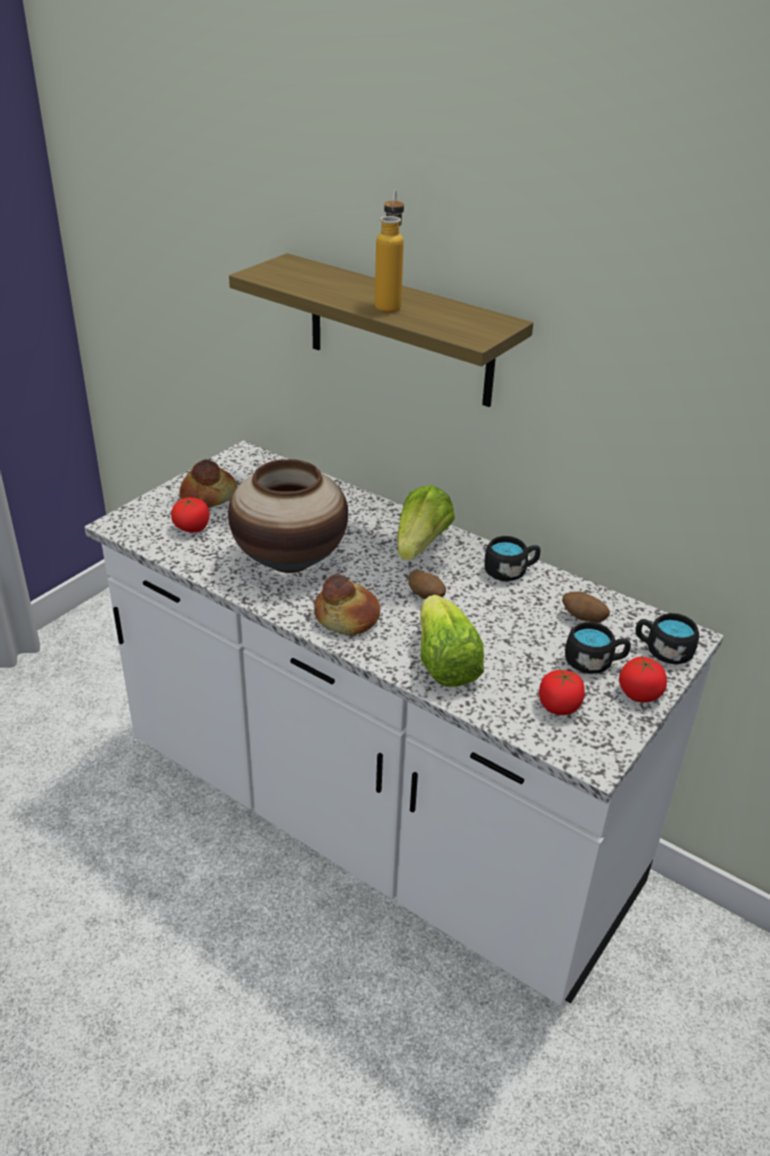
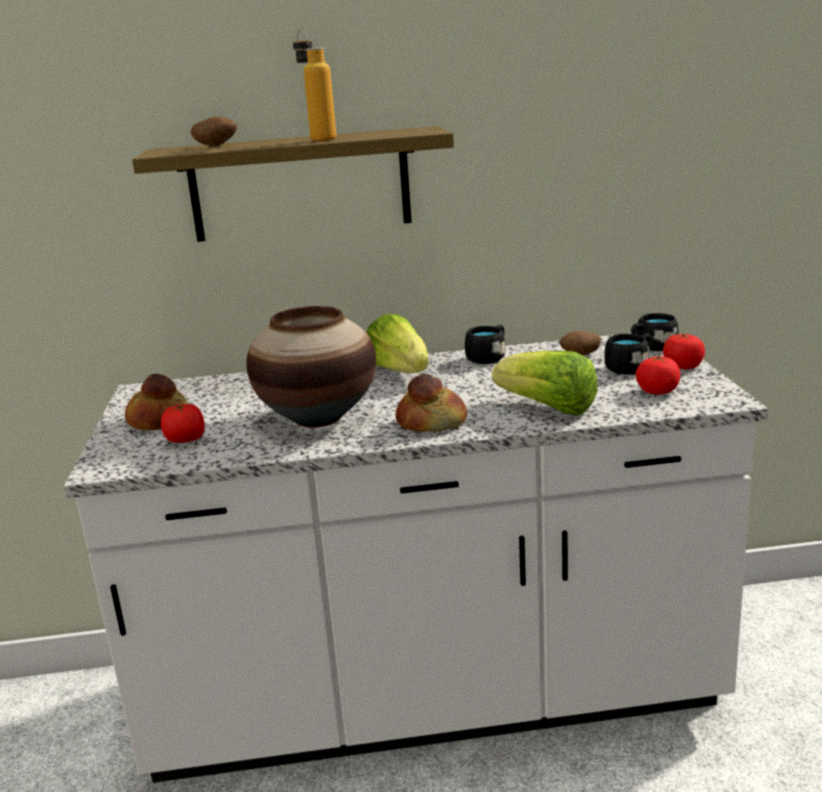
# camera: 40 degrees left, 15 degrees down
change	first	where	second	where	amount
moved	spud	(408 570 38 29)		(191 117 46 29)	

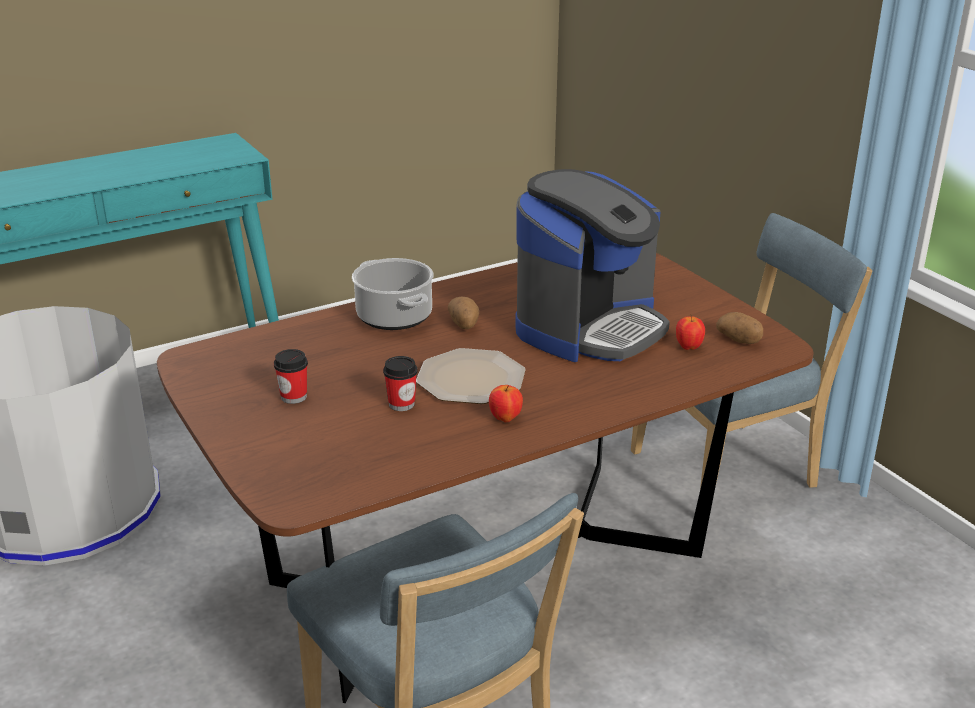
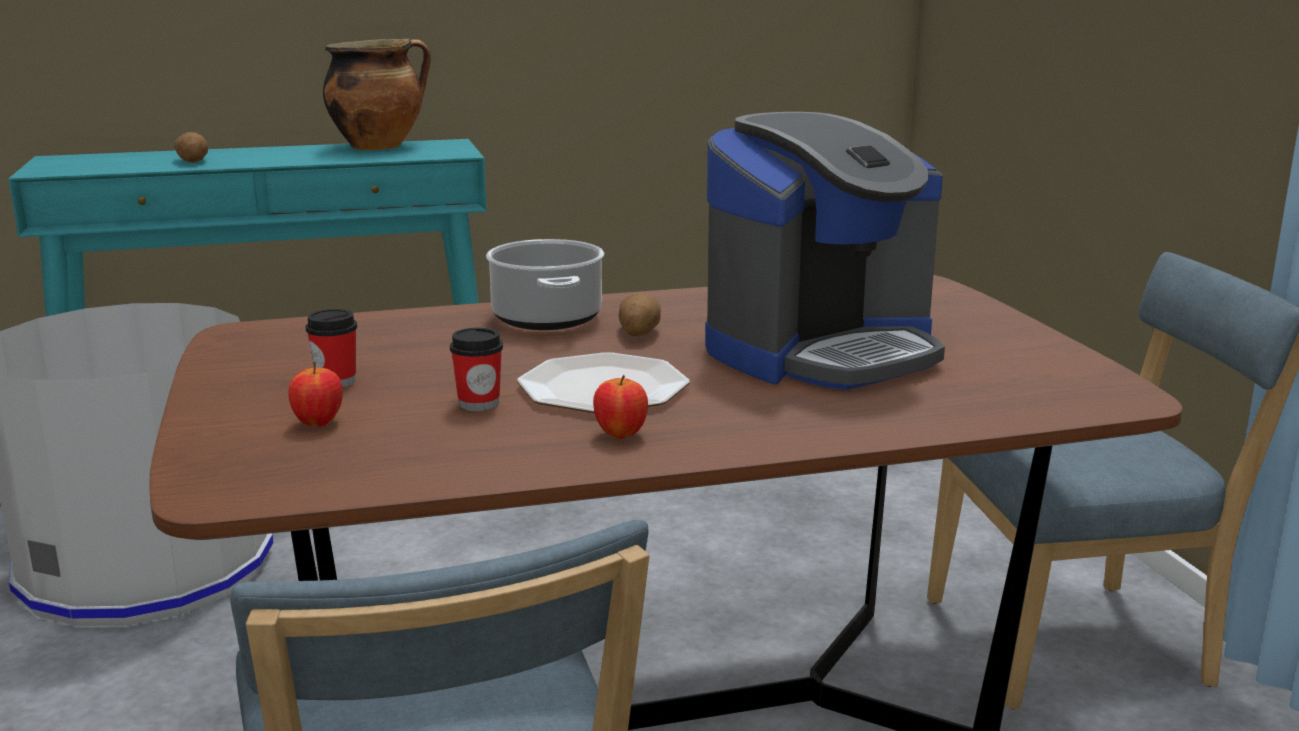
# camera: 15 degrees right, 10 degrees down
change	first	where	second	where	amount
moved	apple fruit	(676 314 29 36)		(288 362 55 65)	
moved	spud	(716 312 47 32)		(174 132 34 31)	
added			cooking pot	(323 39 108 111)	

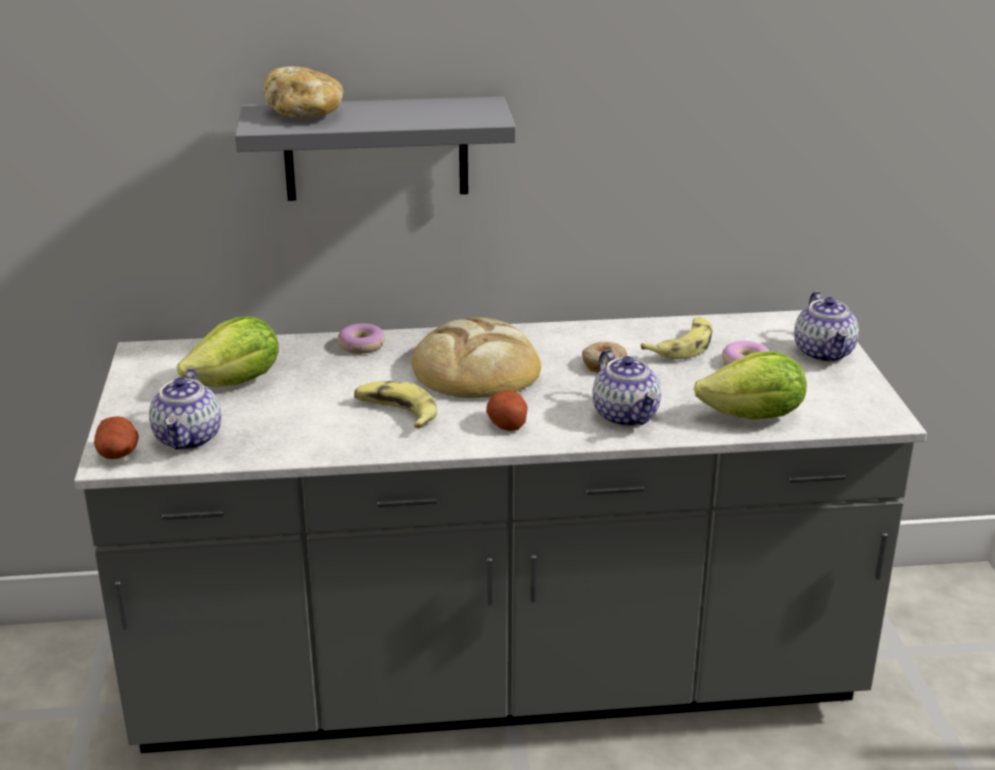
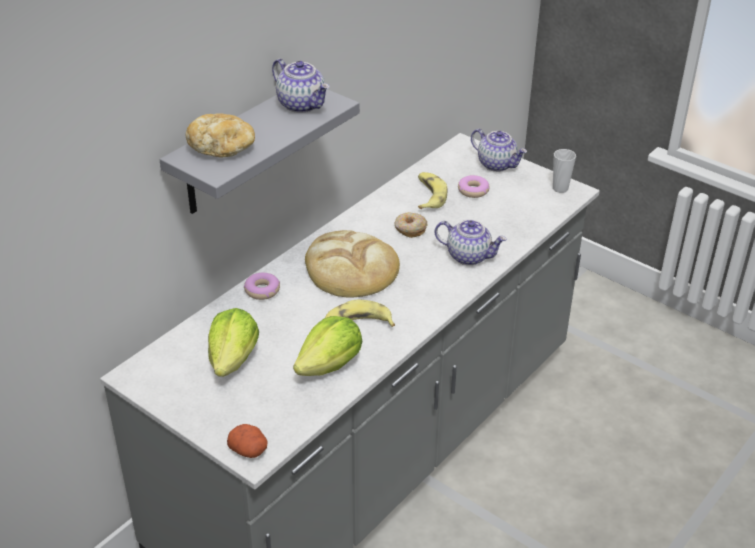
# camera: 45 degrees left, 10 degrees up
change	first	where	second	where	amount
moved	tea pot	(149 368 72 82)		(272 59 57 54)	
removed	spud	(486 390 42 41)			
moved	lettuce	(694 351 113 68)		(293 316 69 60)	
added			cup	(553 149 23 44)	

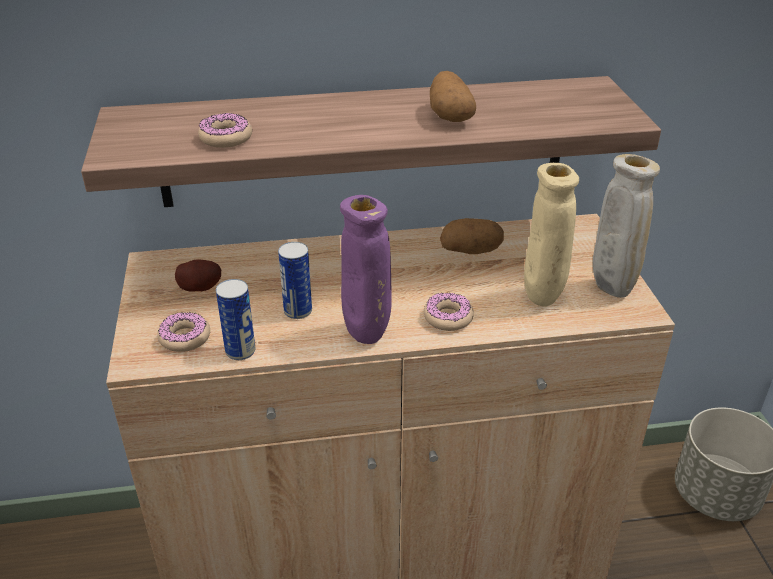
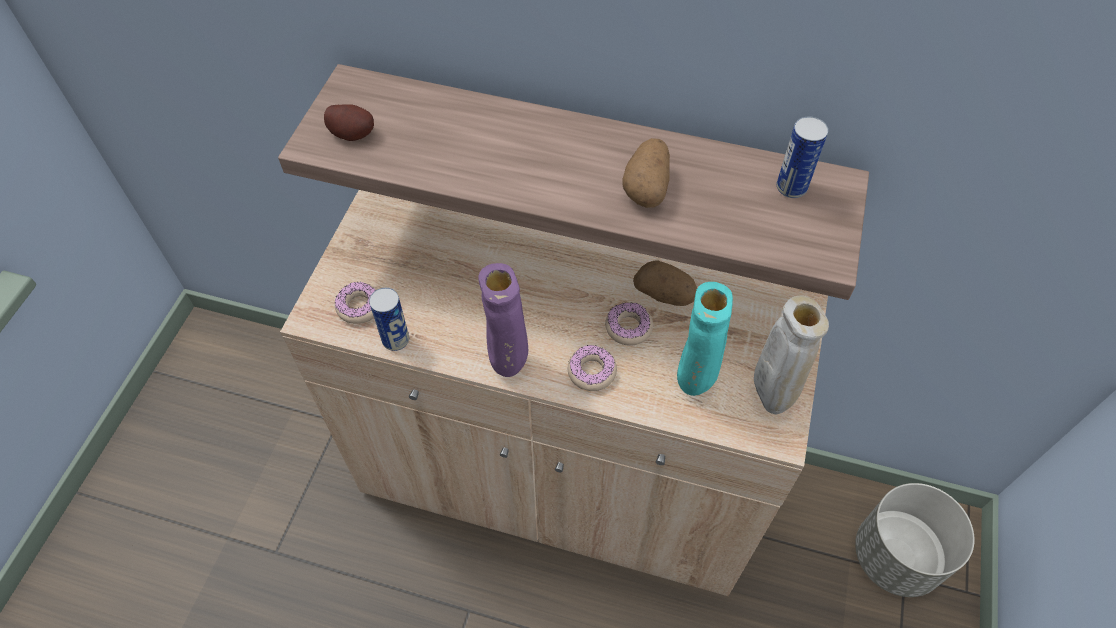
# camera: 25 degrees right, 20 degrees up
change	first	where	second	where	amount
moved	spud	(175 260 46 31)		(324 104 50 37)	
moved	ring doughnut	(198 113 54 35)		(605 302 48 44)	
moved	metal can	(278 242 34 77)		(777 117 51 81)	
recoloured	vase (beige)	(524 163 55 144)	vase (turquoise-coloured)	(677 282 56 114)	

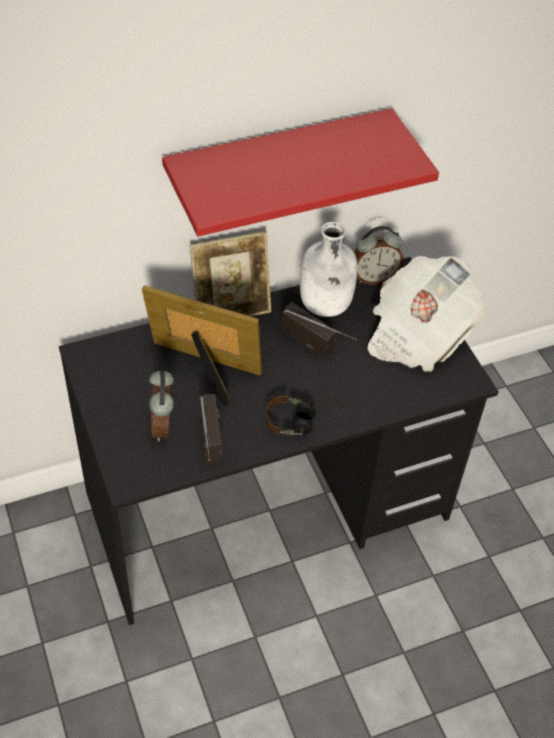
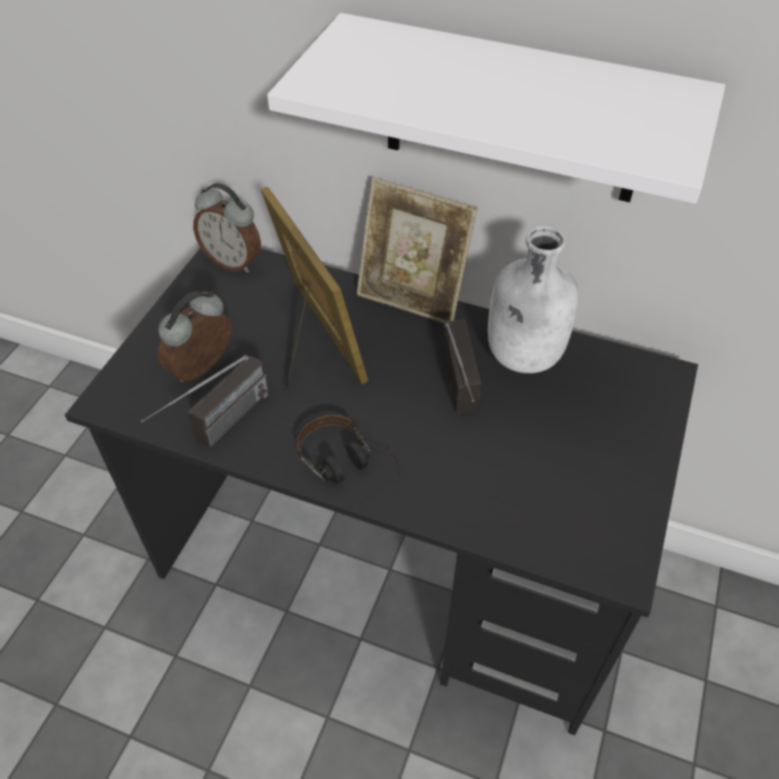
# camera: 45 degrees right, 0 degrees up
change	first	where	second	where	amount
recoloured	shelf (red-coloured)	(162 108 277 129)	shelf (white-coloured)	(267 13 458 191)	
moved	bedside clock	(354 226 50 59)		(193 183 68 90)	
removed	daily paper	(367 256 118 116)			

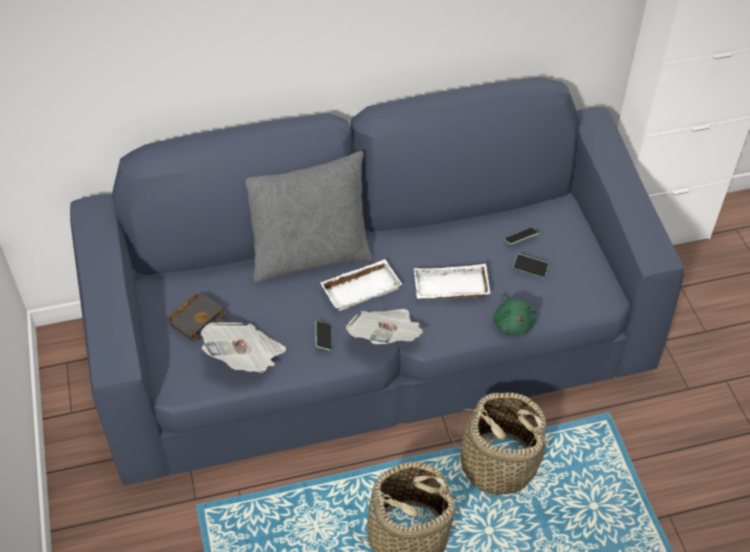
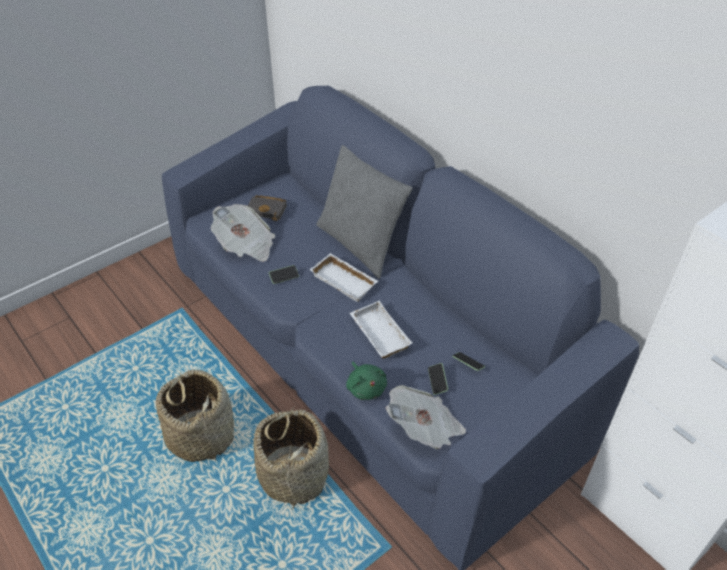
# camera: 65 degrees right, 5 degrees down
change	first	where	second	where	amount
moved	daily paper	(346 309 78 35)		(385 385 81 64)	
turned	plush toy (greenish)	(493 294 43 42)		(346 362 41 38)	75 degrees counterclockwise

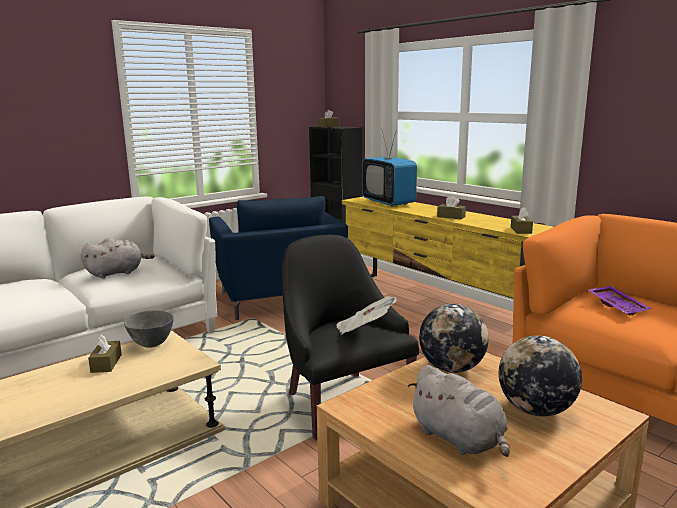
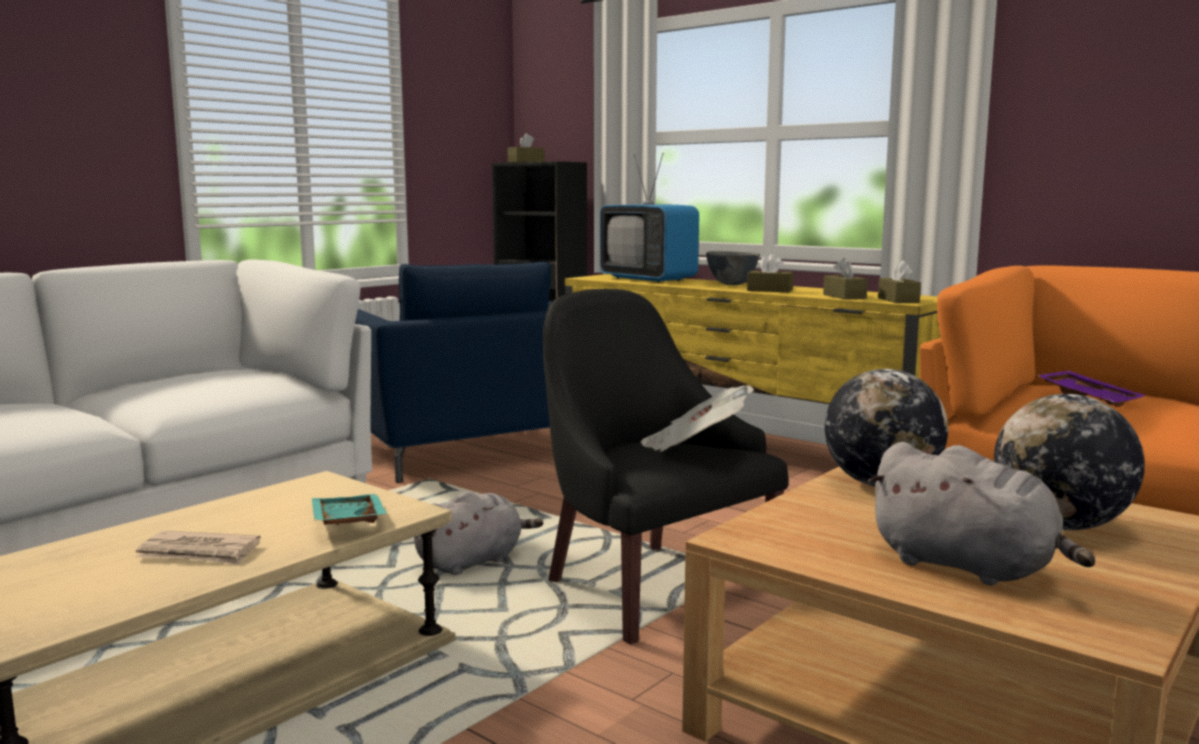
# camera: 10 degrees left, 5 degrees down
change	first	where	second	where	amount
moved	plush toy (gray)	(81 238 74 40)		(414 492 129 83)	
moved	tissue holder (brownish)	(88 334 34 39)		(823 258 45 42)	
moved	deep dish (gray)	(124 310 50 37)		(706 251 54 34)	
added			daily paper	(135 531 126 34)	
added			serving tray (turquoise-coloured)	(312 494 75 31)	

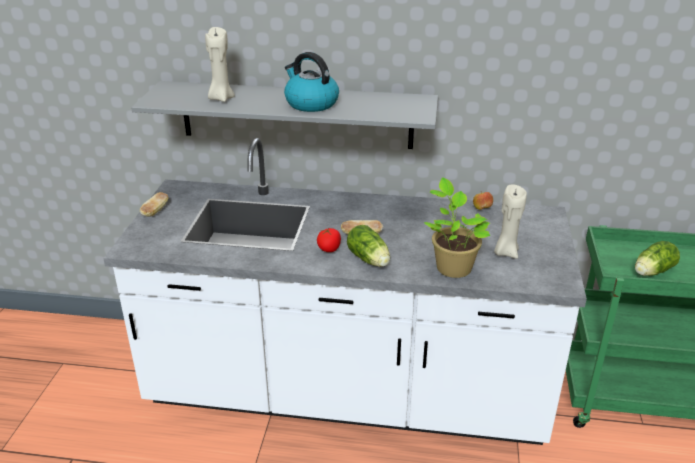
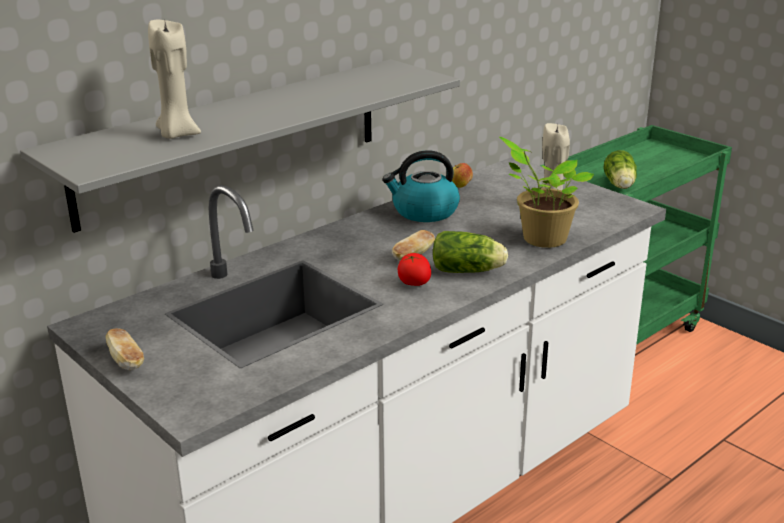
# camera: 50 degrees left, 5 degrees down
change	first	where	second	where	amount
moved	tea kettle	(284 52 55 60)		(382 150 78 72)	

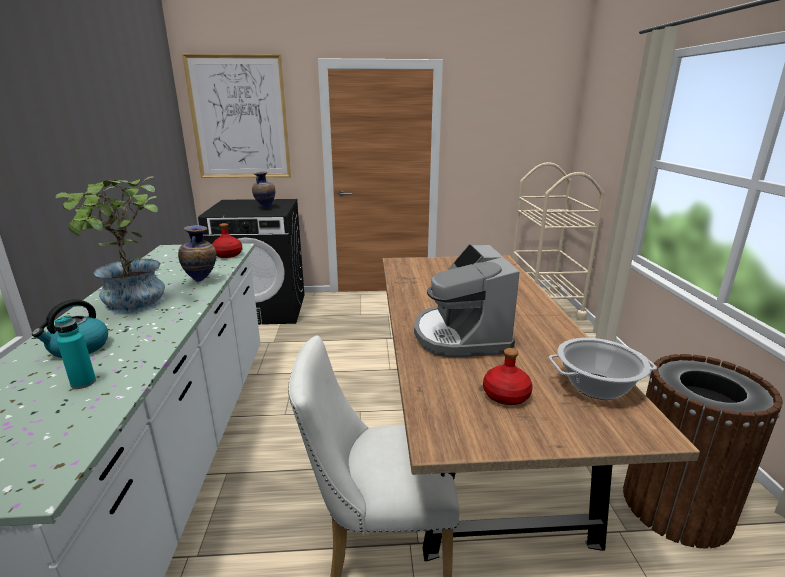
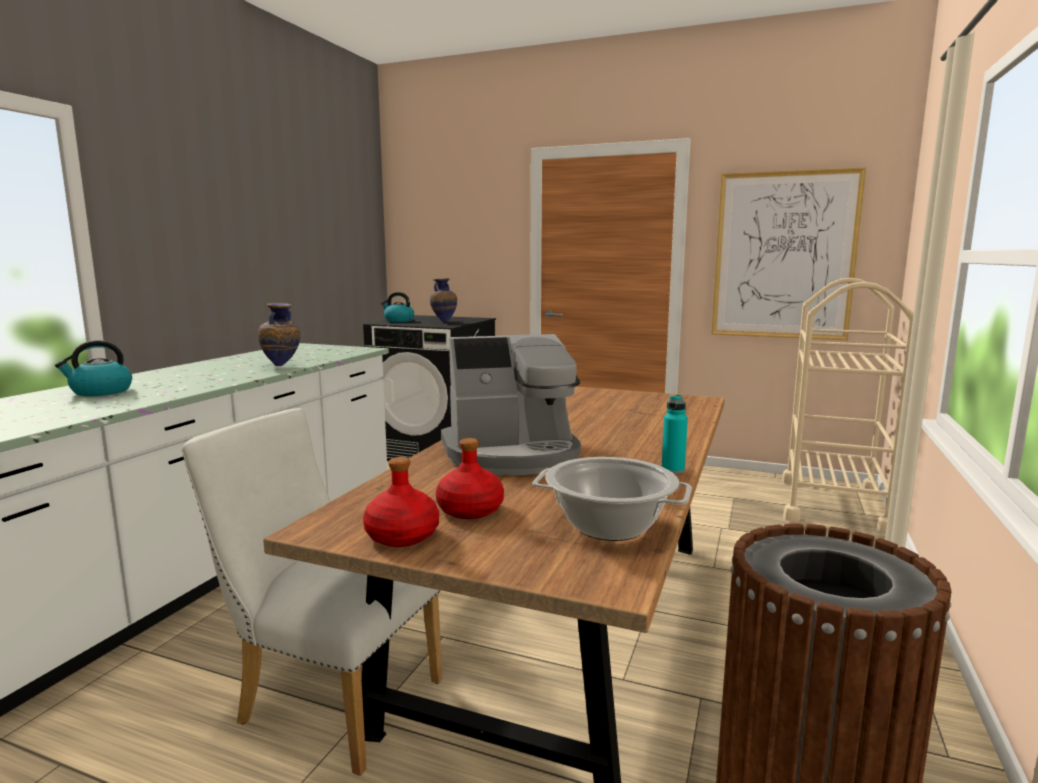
# camera: 25 degrees right, 10 degrees down
change	first	where	second	where	amount
moved	drink bottle (turquoise-coloured)	(54 315 42 74)		(662 395 26 79)	
removed	houseplant	(55 176 110 138)			
moved	picture	(182 54 109 124)		(711 167 155 173)	
moved	drink bottle (red-coloured)	(212 223 30 35)		(363 457 76 90)	
turned	coffee maker	(414 244 106 114)		(441 334 140 141)	120 degrees counterclockwise
added			tea kettle	(381 292 33 30)	

